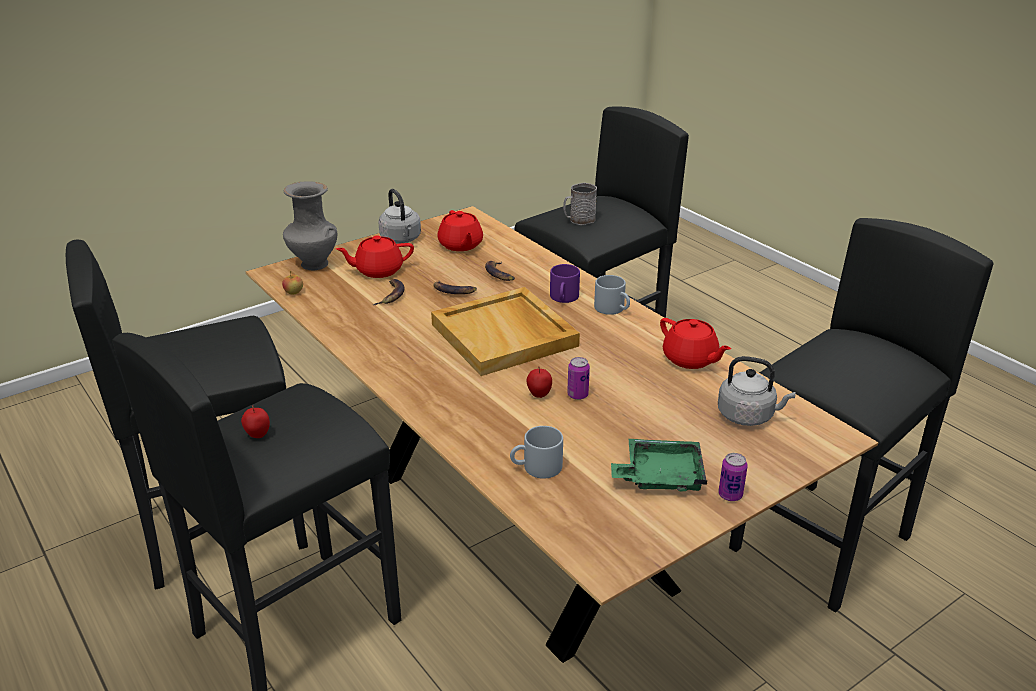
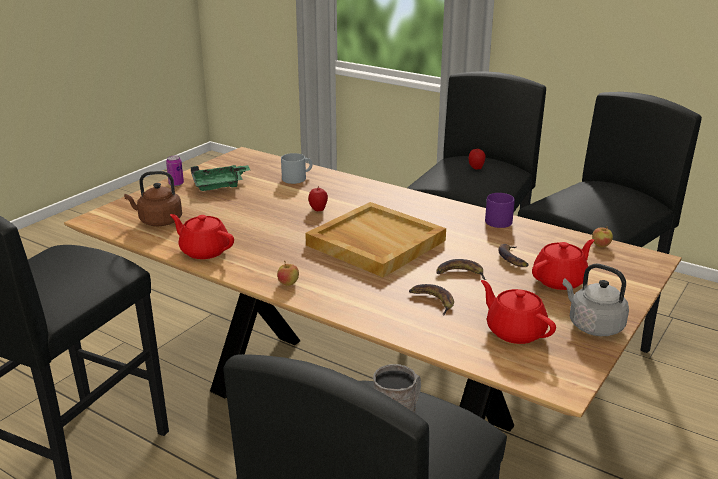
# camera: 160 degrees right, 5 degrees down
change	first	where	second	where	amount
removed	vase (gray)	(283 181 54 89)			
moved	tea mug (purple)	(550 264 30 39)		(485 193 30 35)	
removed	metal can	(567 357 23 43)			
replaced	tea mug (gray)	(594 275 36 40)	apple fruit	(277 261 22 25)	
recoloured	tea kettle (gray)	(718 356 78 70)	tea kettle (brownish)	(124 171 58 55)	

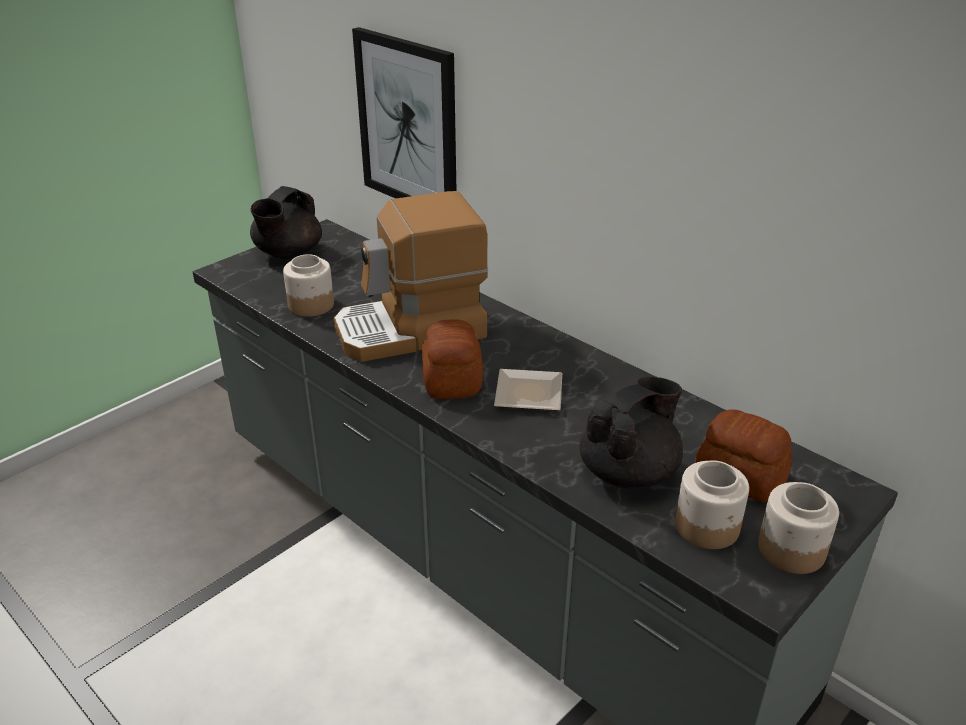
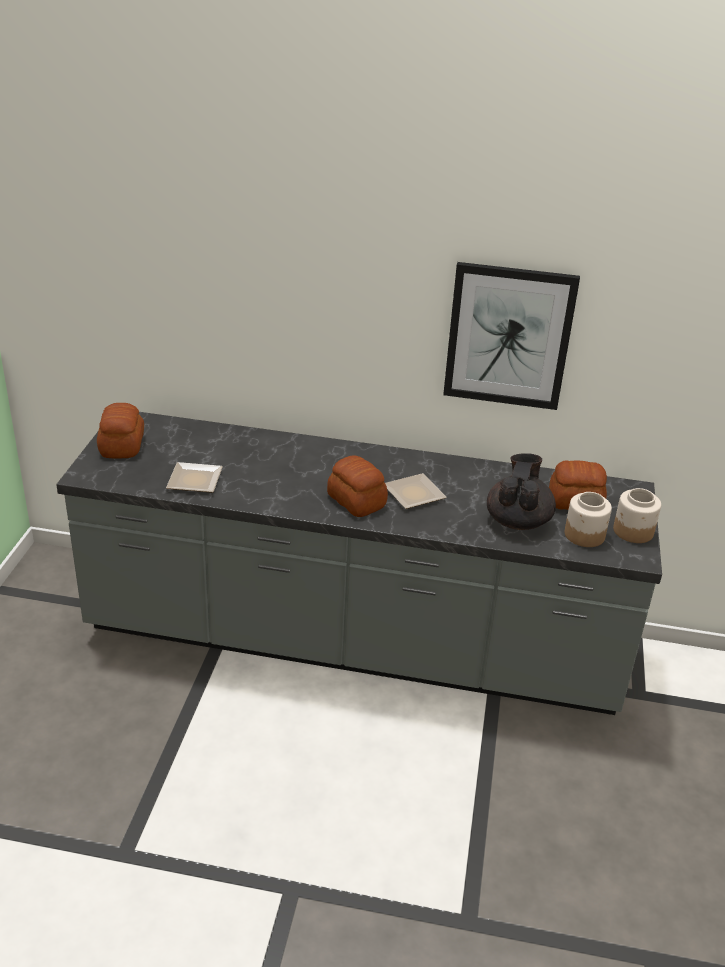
# camera: 35 degrees left, 0 degrees up
change	first	where	second	where	amount
replaced	tea pot (black-coloured)	(250 186 72 73)	bread	(97 403 47 55)	
replaced	storage jar	(283 254 51 63)	plate	(166 462 57 31)	
removed	coffee maker	(334 191 154 171)			
moved	picture	(352 27 104 171)		(443 262 137 148)	

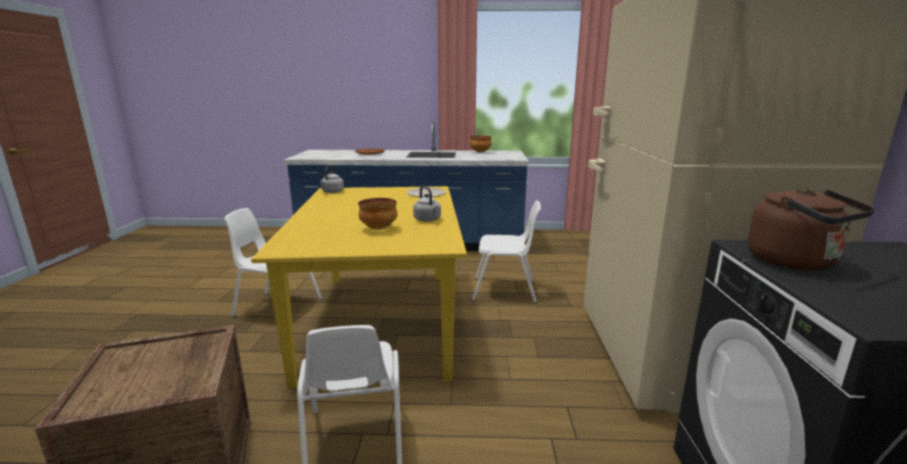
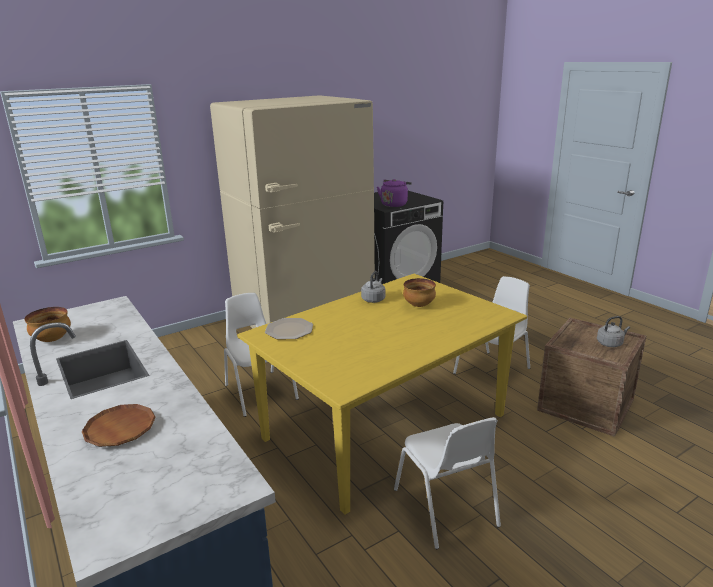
# camera: 125 degrees left, 5 degrees up
change	first	where	second	where	amount
moved	tea kettle (gray)	(320 164 24 29)		(597 316 33 31)	
recoloured	tea kettle (brownish)	(748 187 127 84)	tea kettle (purple)	(377 179 35 28)	

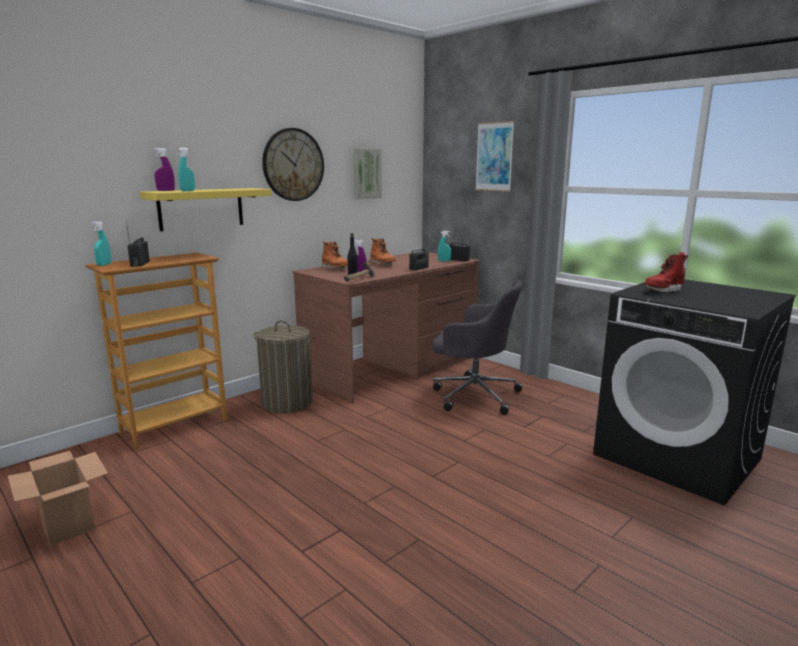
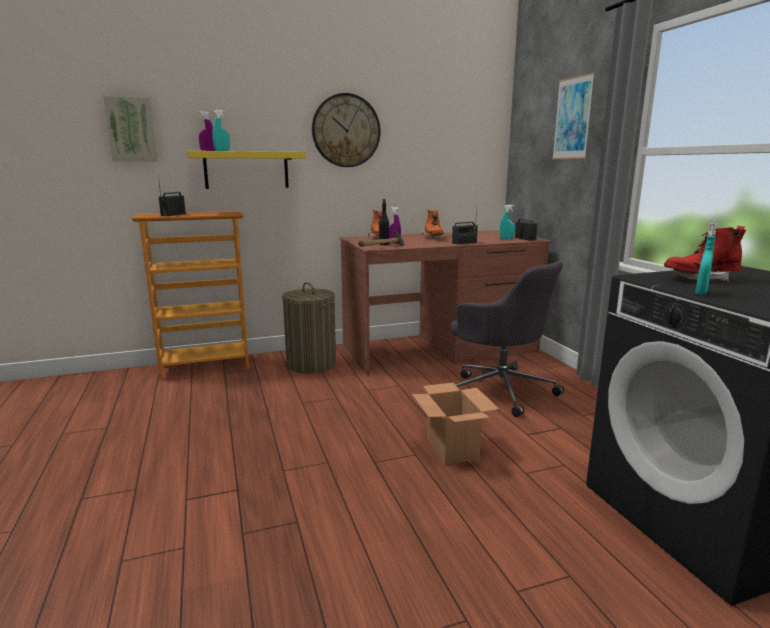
# camera: 25 degrees right, 0 degrees up
change	first	where	second	where	amount
moved	carton	(8 451 100 95)		(412 383 87 81)	
moved	spray bottle (turquoise-coloured)	(92 221 19 45)		(695 219 22 76)	
moved	picture	(354 149 28 50)		(103 96 54 65)	

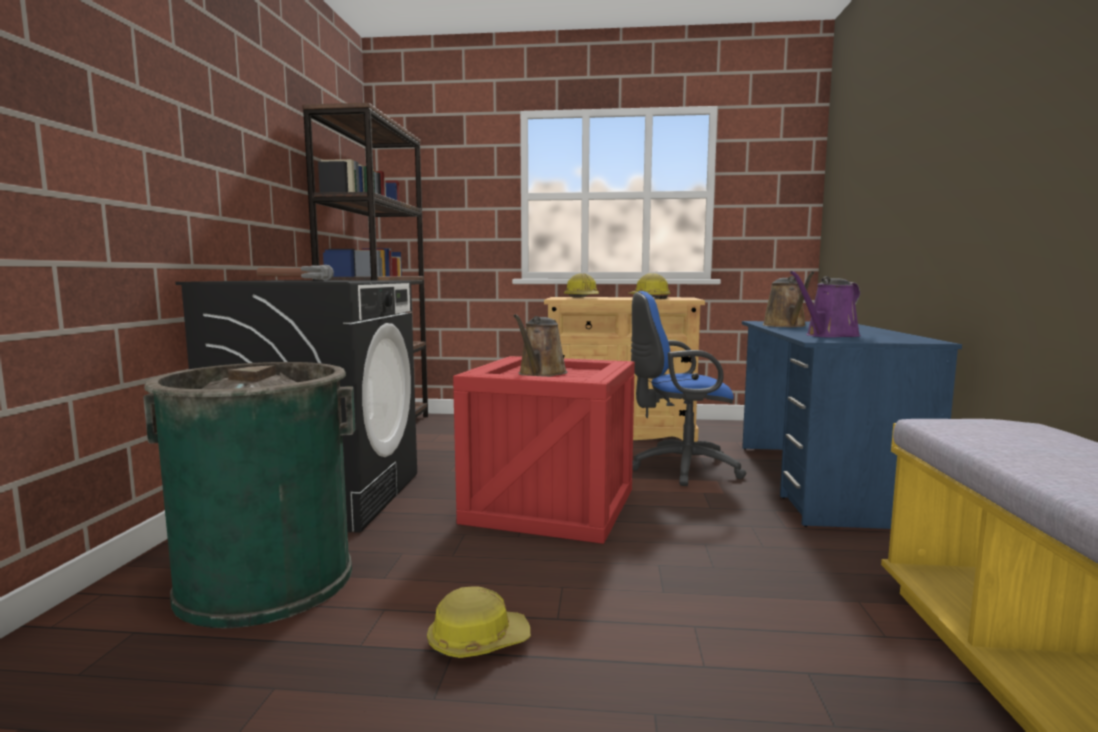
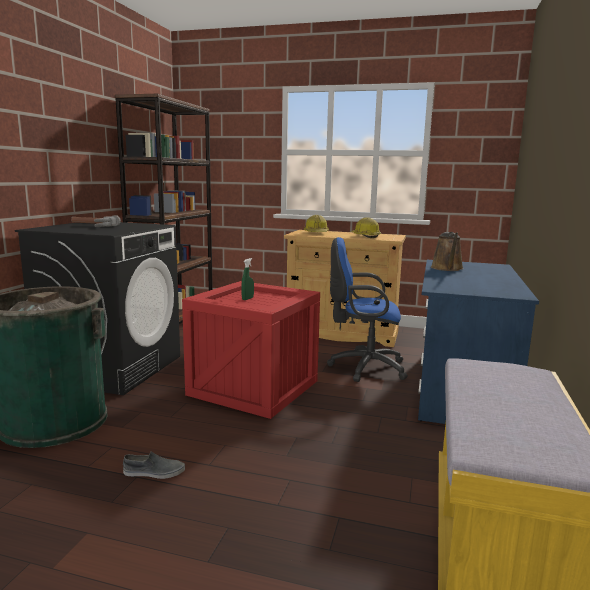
# camera: 10 degrees right, 5 degrees up
change	first	where	second	where	amount
replaced	safety helmet	(427 586 104 72)	low shoe (gray)	(123 451 62 28)	
replaced	watering pot (brownish)	(513 314 54 63)	spray bottle (greenish)	(241 258 13 42)	
removed	watering pot (purple)	(790 271 71 67)			

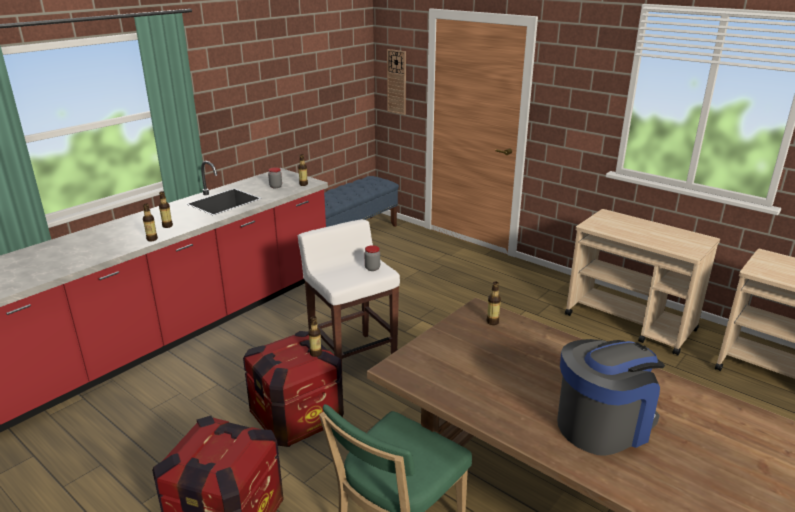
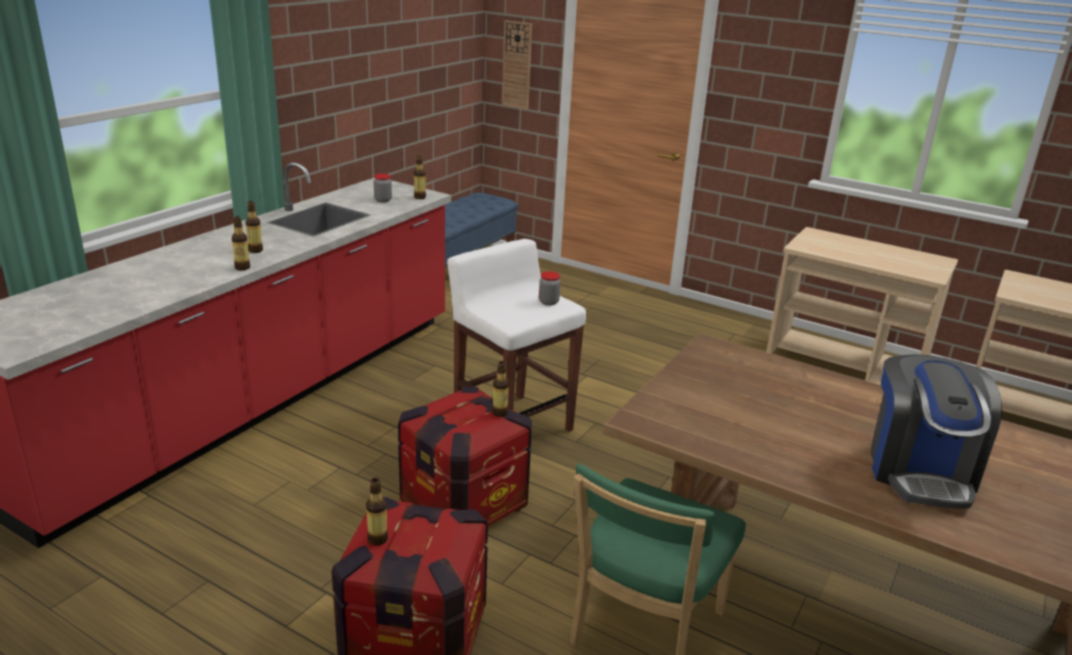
# camera: 10 degrees left, 0 degrees up
change	first	where	second	where	amount
moved	drink bottle	(486 282 15 43)		(366 478 22 67)	
turned	coffee maker	(557 339 108 117)		(871 354 131 155)	135 degrees clockwise

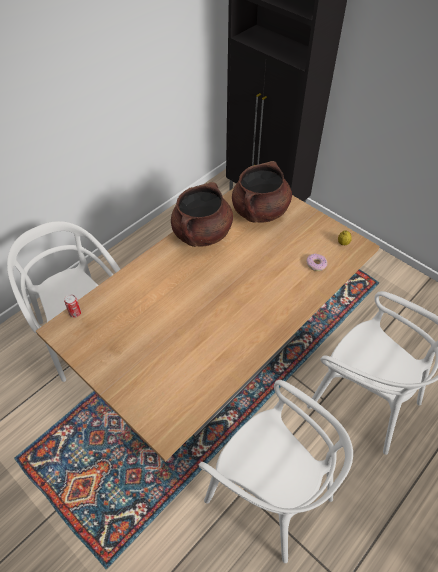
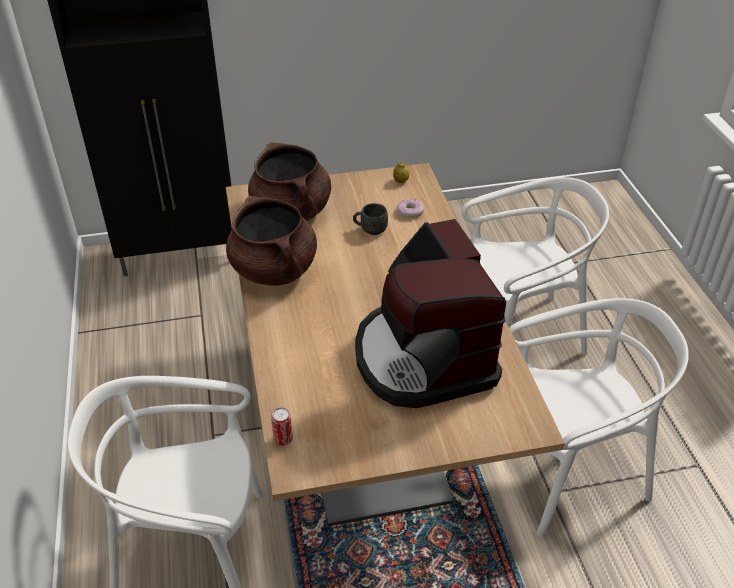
# camera: 55 degrees left, 10 degrees down
change	first	where	second	where	amount
added			tea mug (gray)	(353 203 35 32)	
added			coffee maker	(355 219 151 189)	

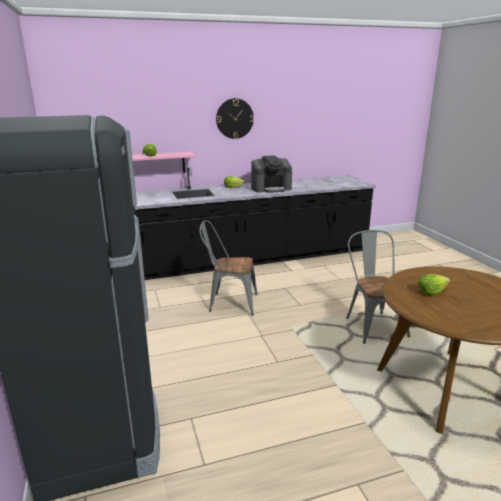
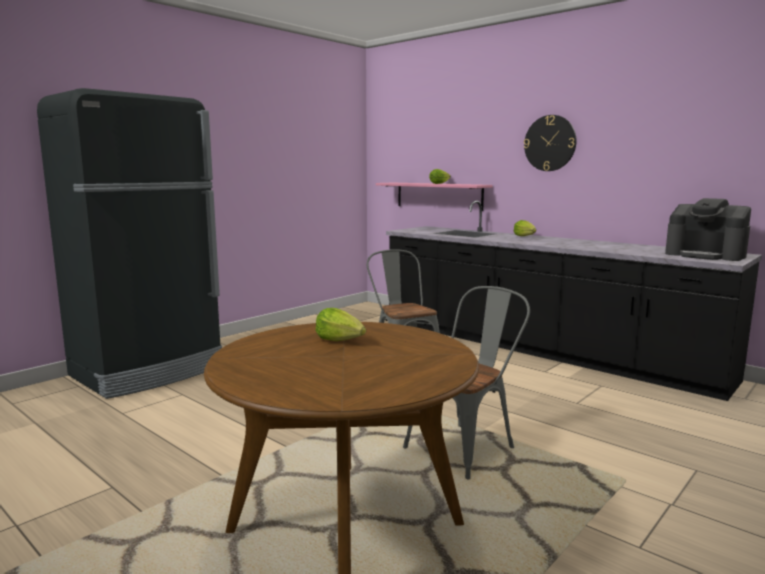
# camera: 60 degrees right, 10 degrees down
change	first	where	second	where	amount
moved	coffee maker	(251 155 41 38)		(665 198 86 63)	

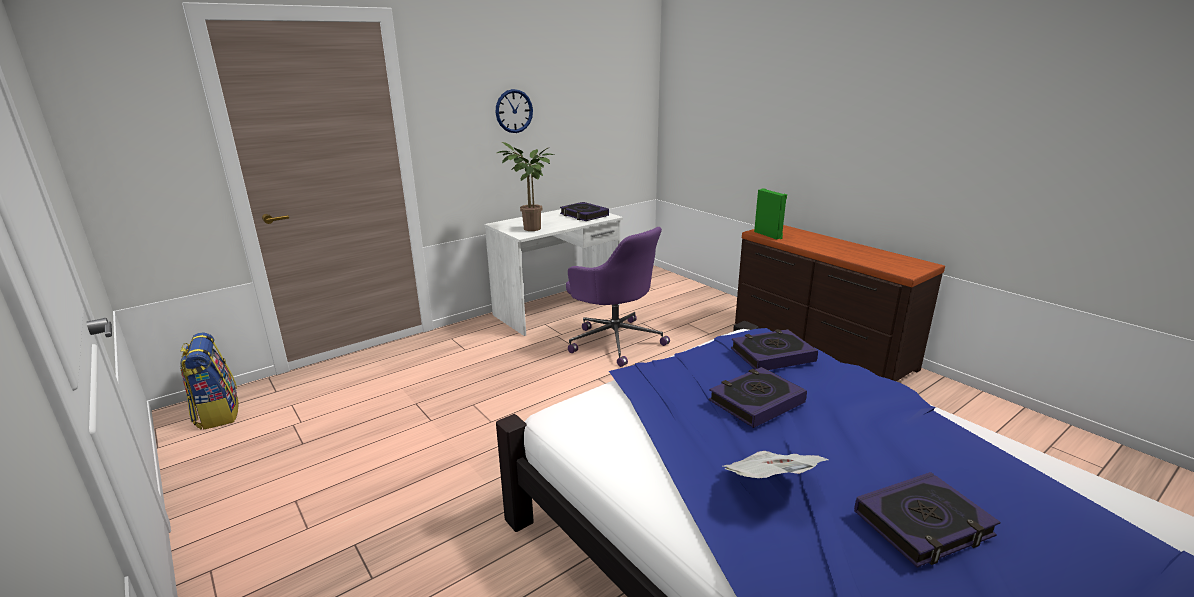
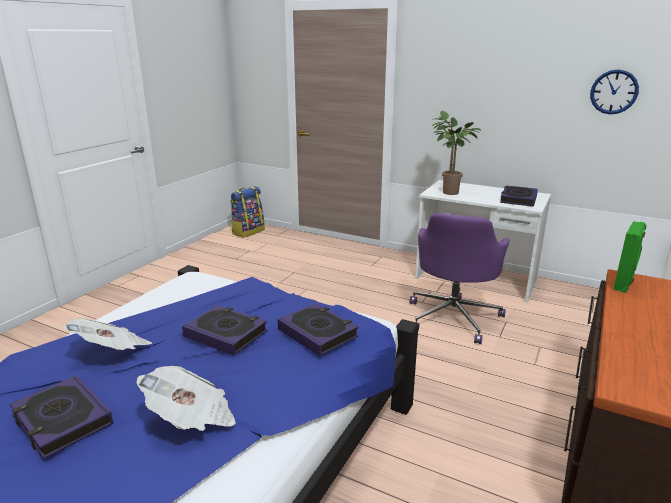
# camera: 65 degrees right, 0 degrees up
change	first	where	second	where	amount
moved	clock on the wall	(496 89 37 44)		(590 69 49 45)	
added			daily paper	(136 366 100 65)	

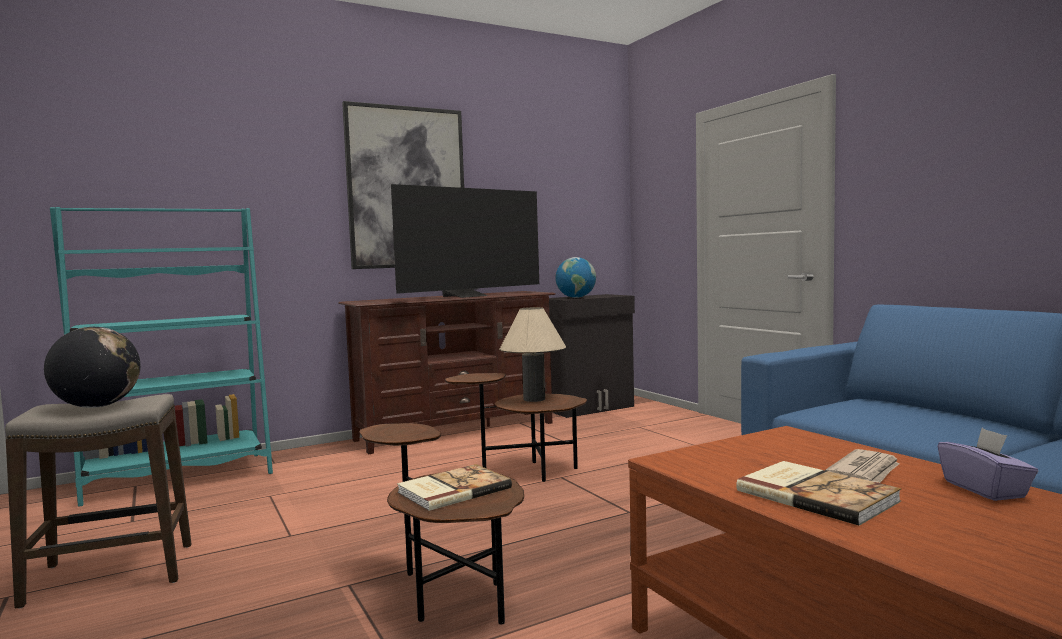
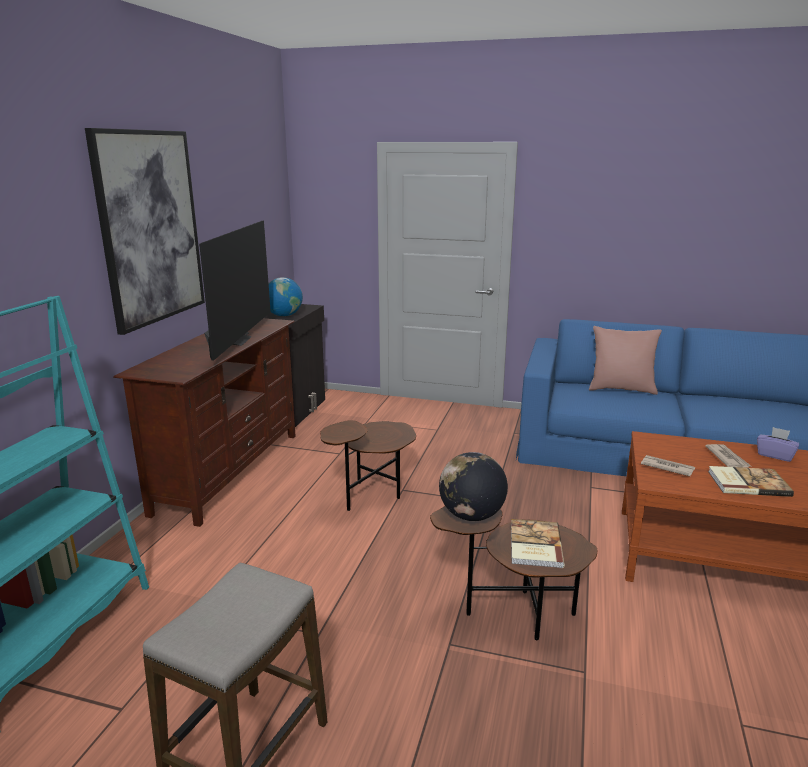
# camera: 45 degrees left, 15 degrees up
change	first	where	second	where	amount
moved	globe	(44 327 96 81)		(439 452 69 69)	
removed	table lamp (beige)	(499 307 67 95)			
added			cushion (pink)	(589 326 73 69)	
added			daily paper	(641 455 54 22)	

